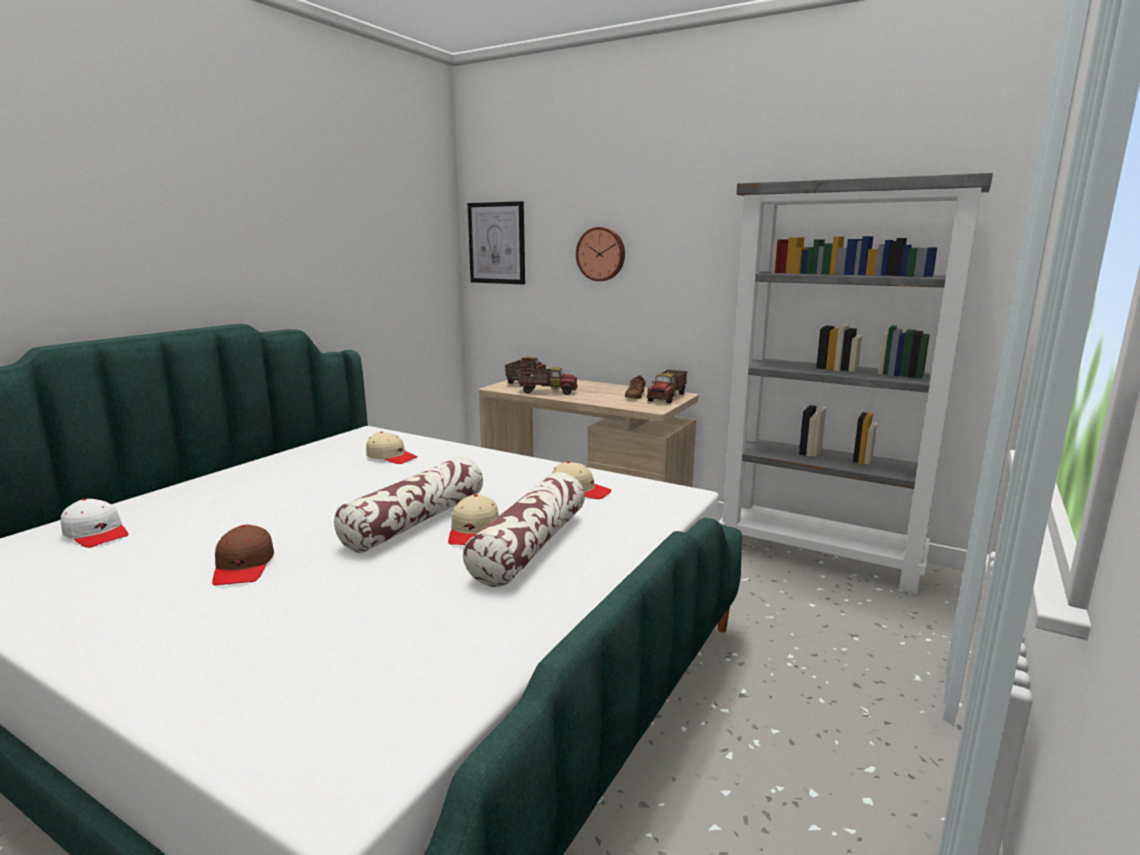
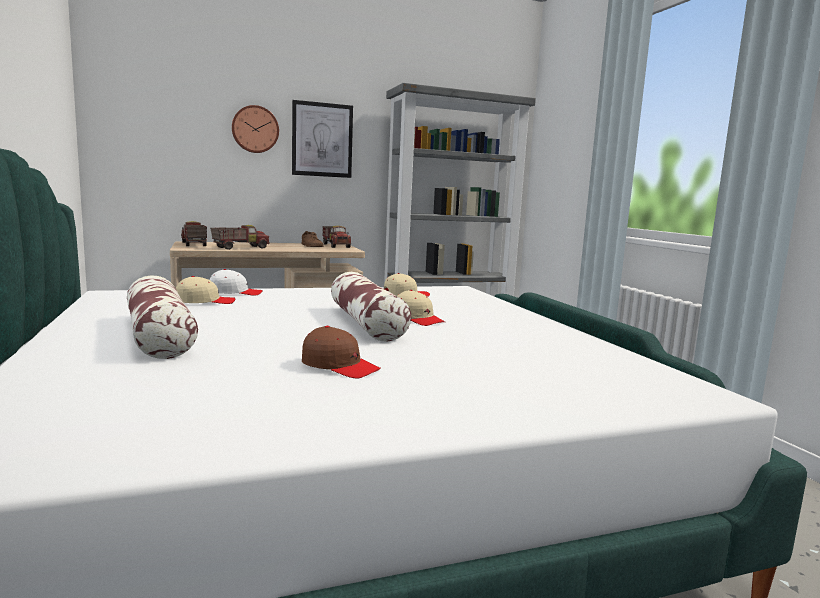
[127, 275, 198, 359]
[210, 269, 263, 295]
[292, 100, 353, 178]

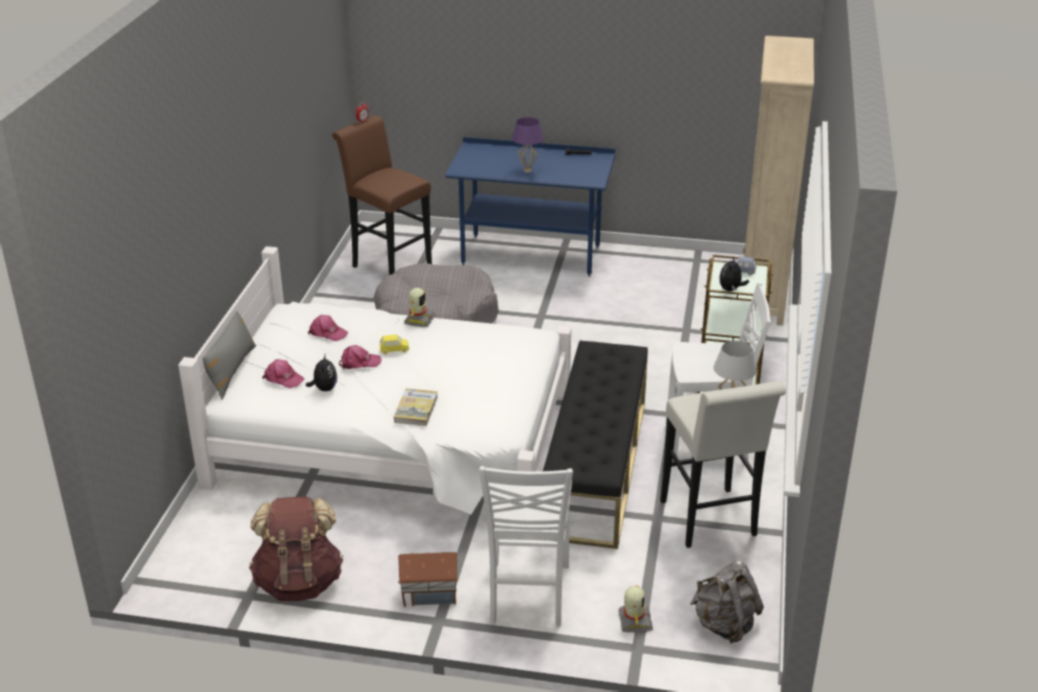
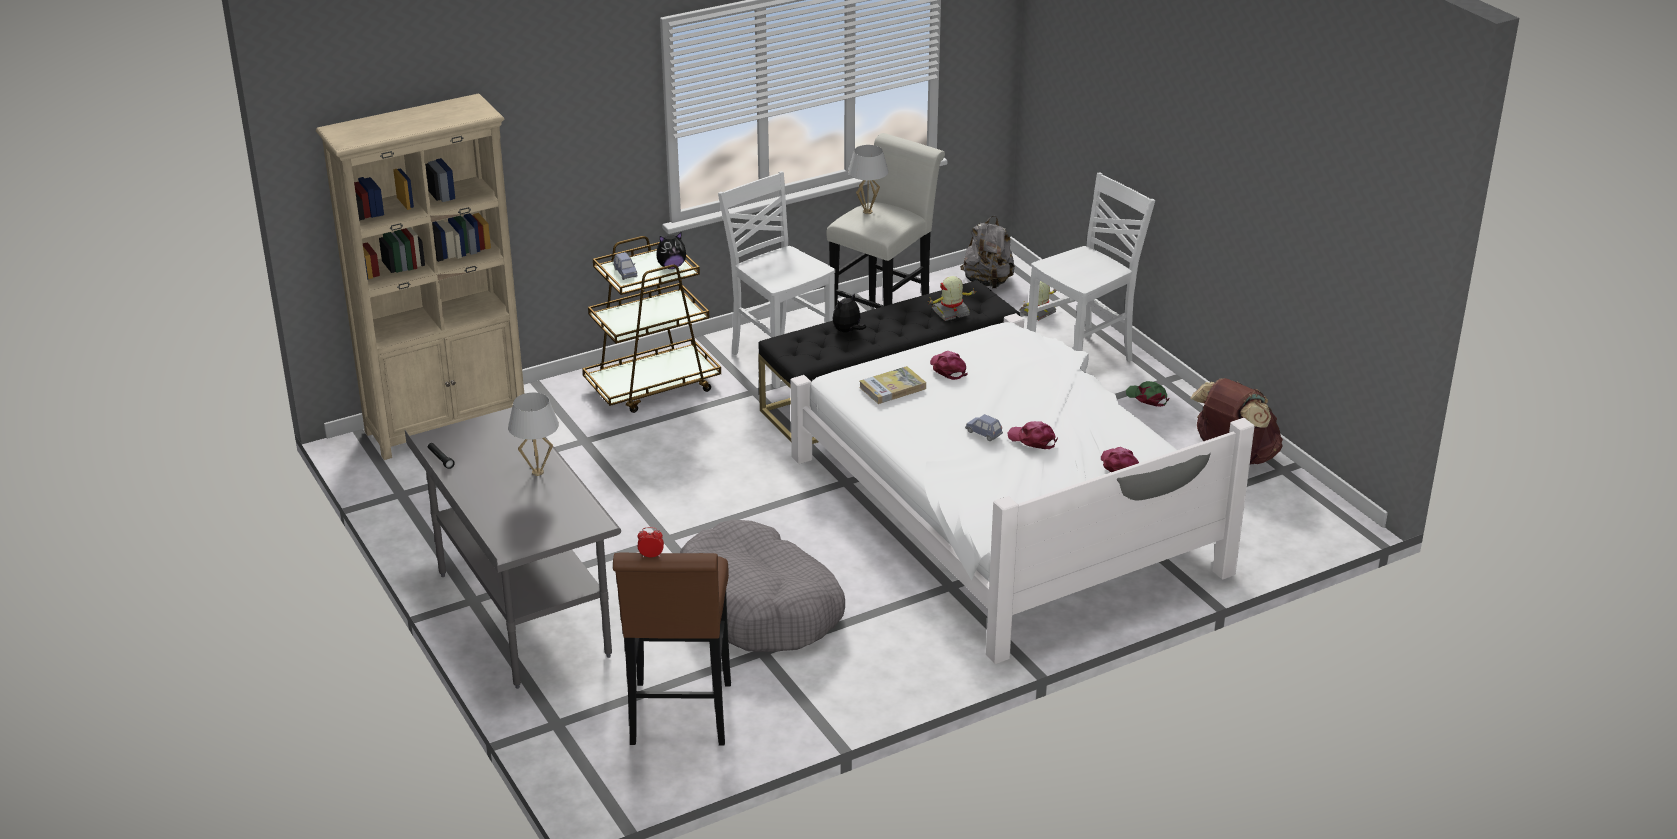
[405, 407, 621, 689]
[508, 392, 559, 476]
[833, 294, 866, 333]
[859, 366, 926, 404]
[928, 276, 975, 321]
[930, 351, 968, 380]
[965, 414, 1003, 441]
[1126, 381, 1170, 407]

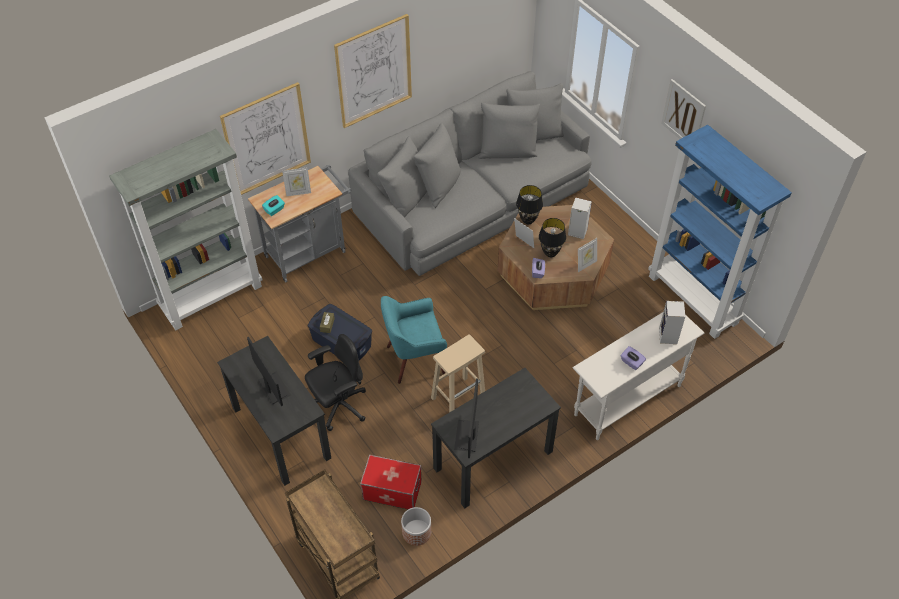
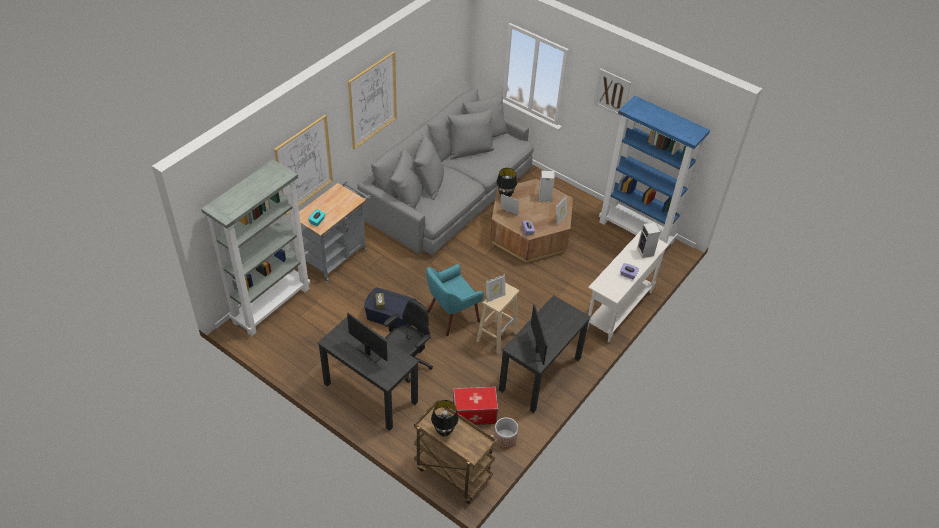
[431, 400, 459, 437]
[486, 274, 505, 302]

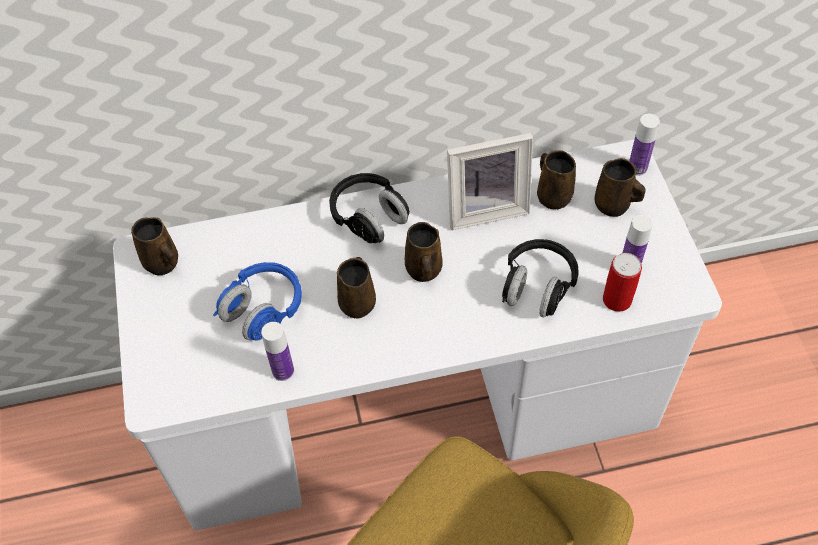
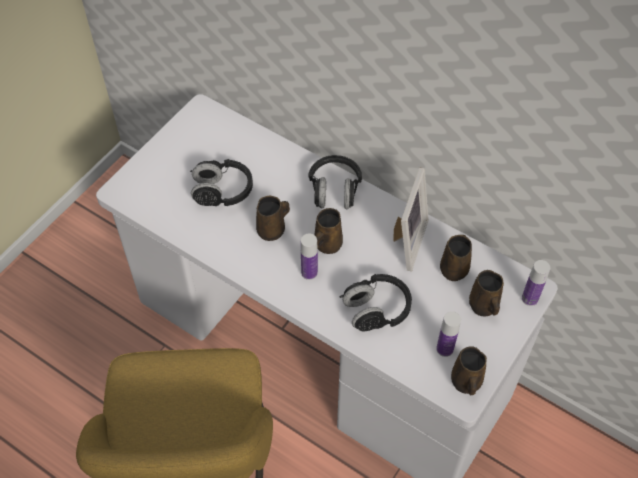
[190, 159, 253, 206]
[301, 233, 318, 280]
[393, 167, 429, 271]
[451, 346, 487, 395]
[603, 253, 642, 312] (first image)

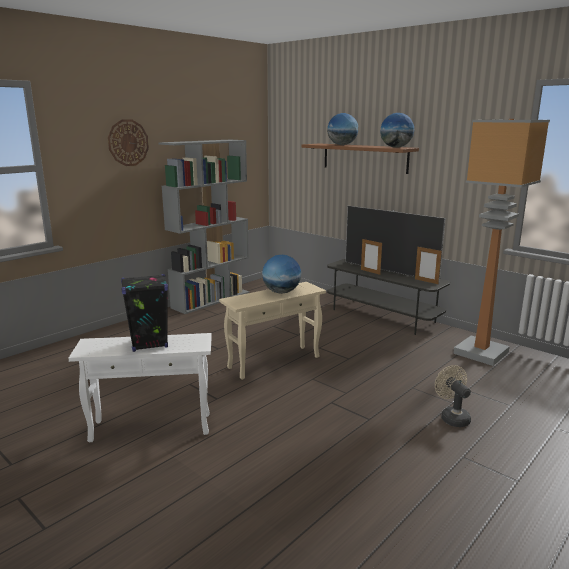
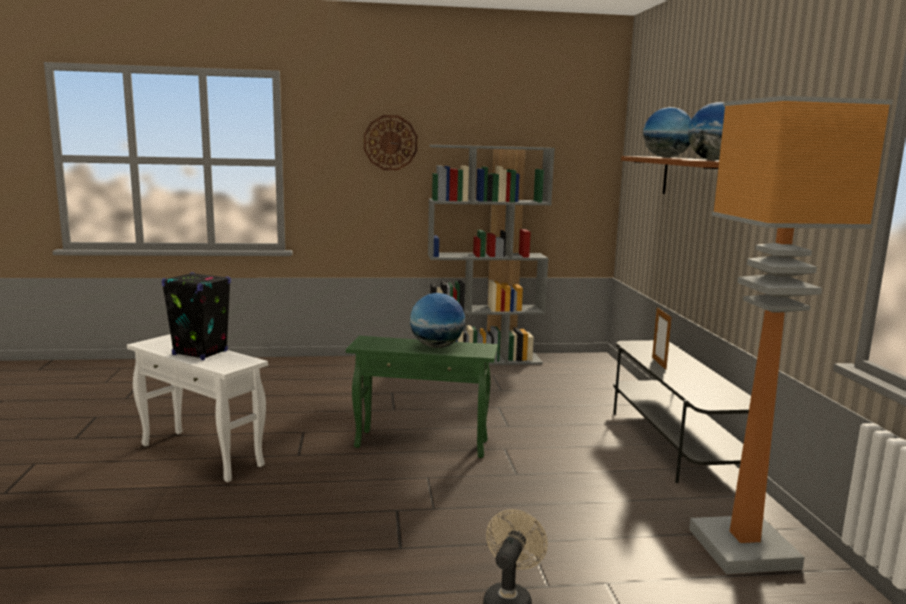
[346, 336, 498, 458]
[345, 206, 446, 281] (first image)
[415, 247, 442, 284] (first image)

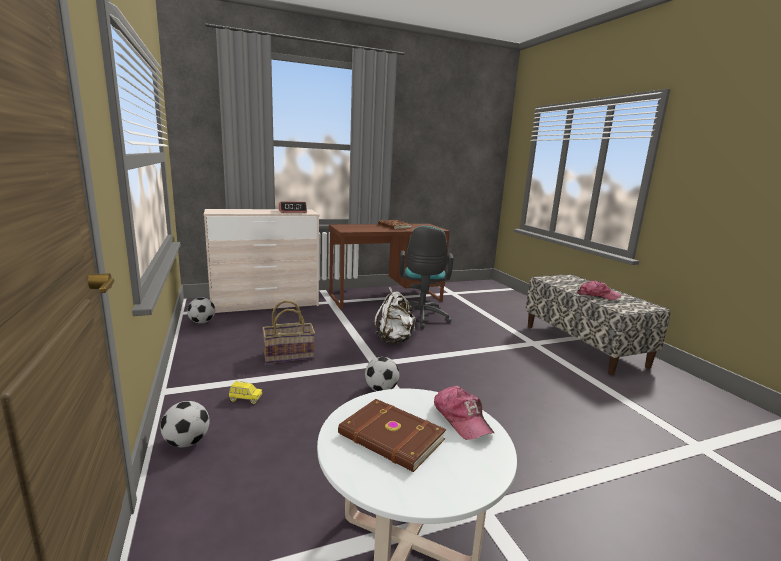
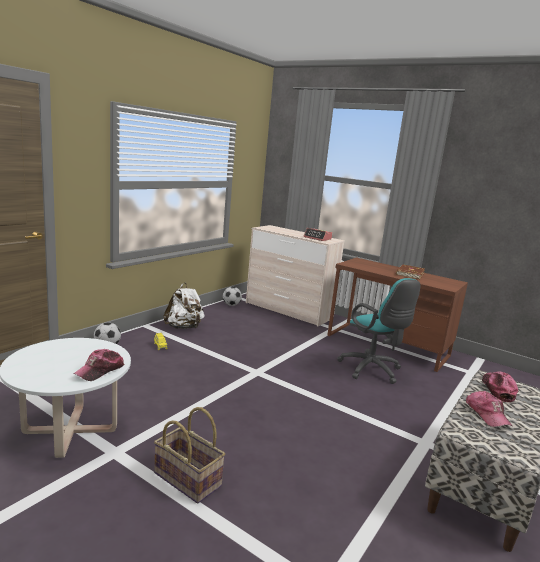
[154, 407, 225, 504]
[164, 283, 205, 329]
[337, 278, 420, 384]
[482, 371, 518, 402]
[338, 399, 446, 472] (first image)
[365, 357, 400, 391] (first image)

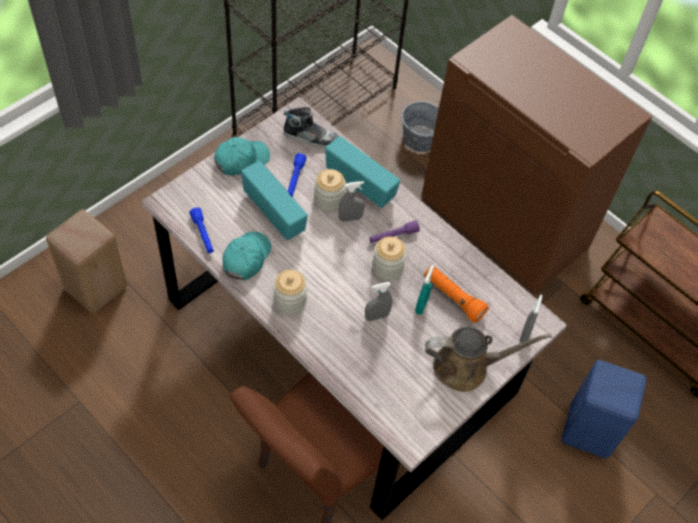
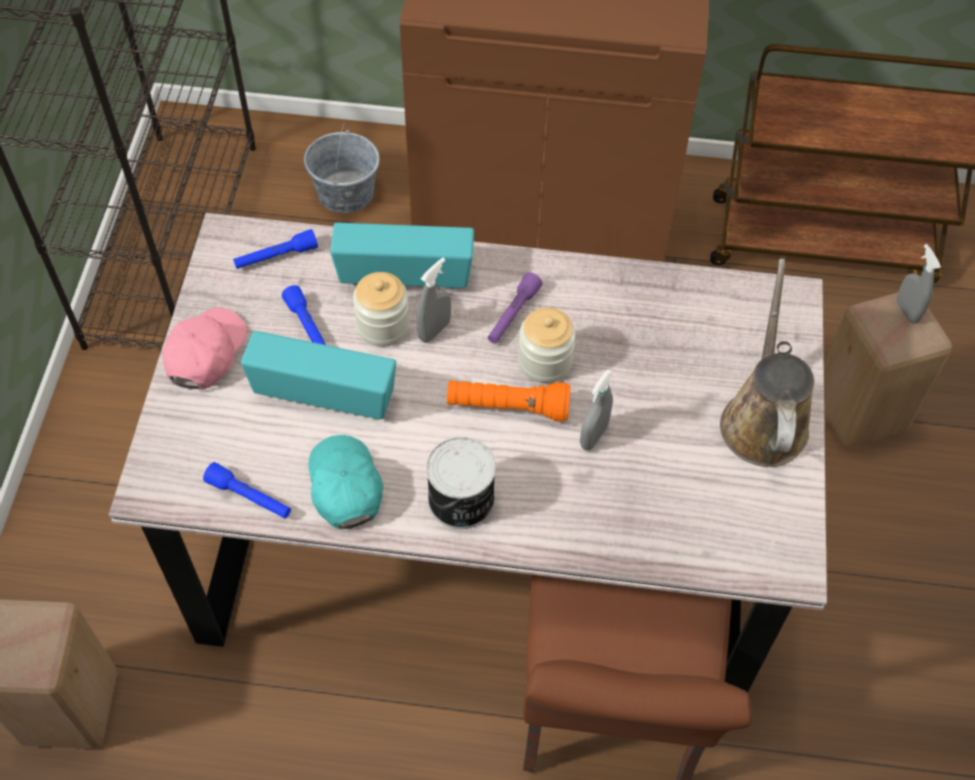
[162, 308, 247, 390]
[233, 229, 318, 269]
[426, 437, 496, 529]
[447, 380, 570, 422]
[720, 259, 814, 467]
[824, 293, 952, 448]
[896, 244, 941, 323]
[415, 265, 434, 315] (first image)

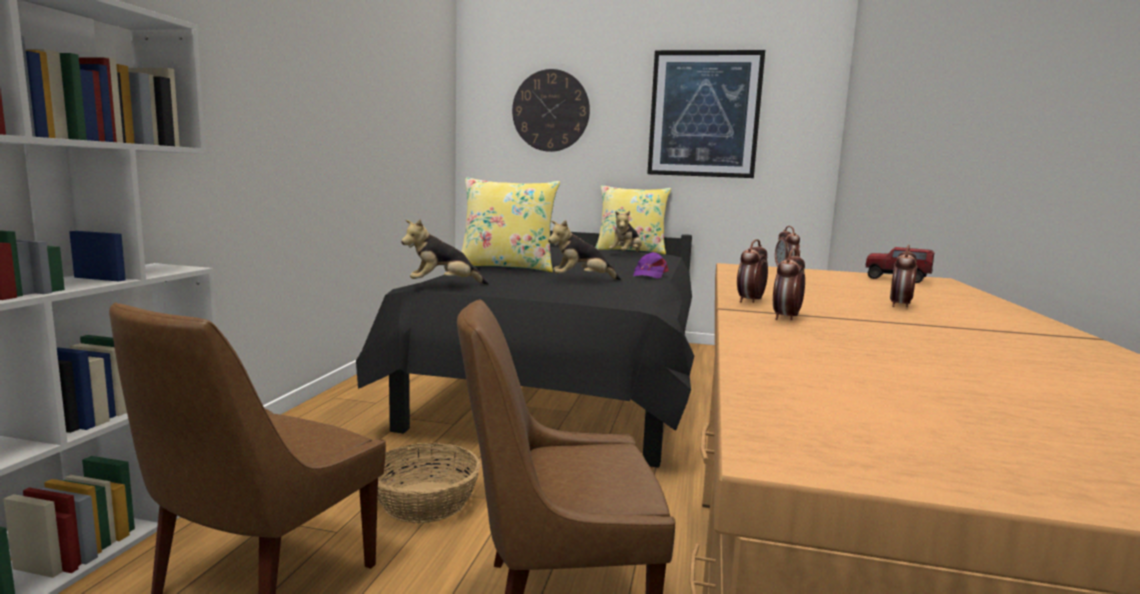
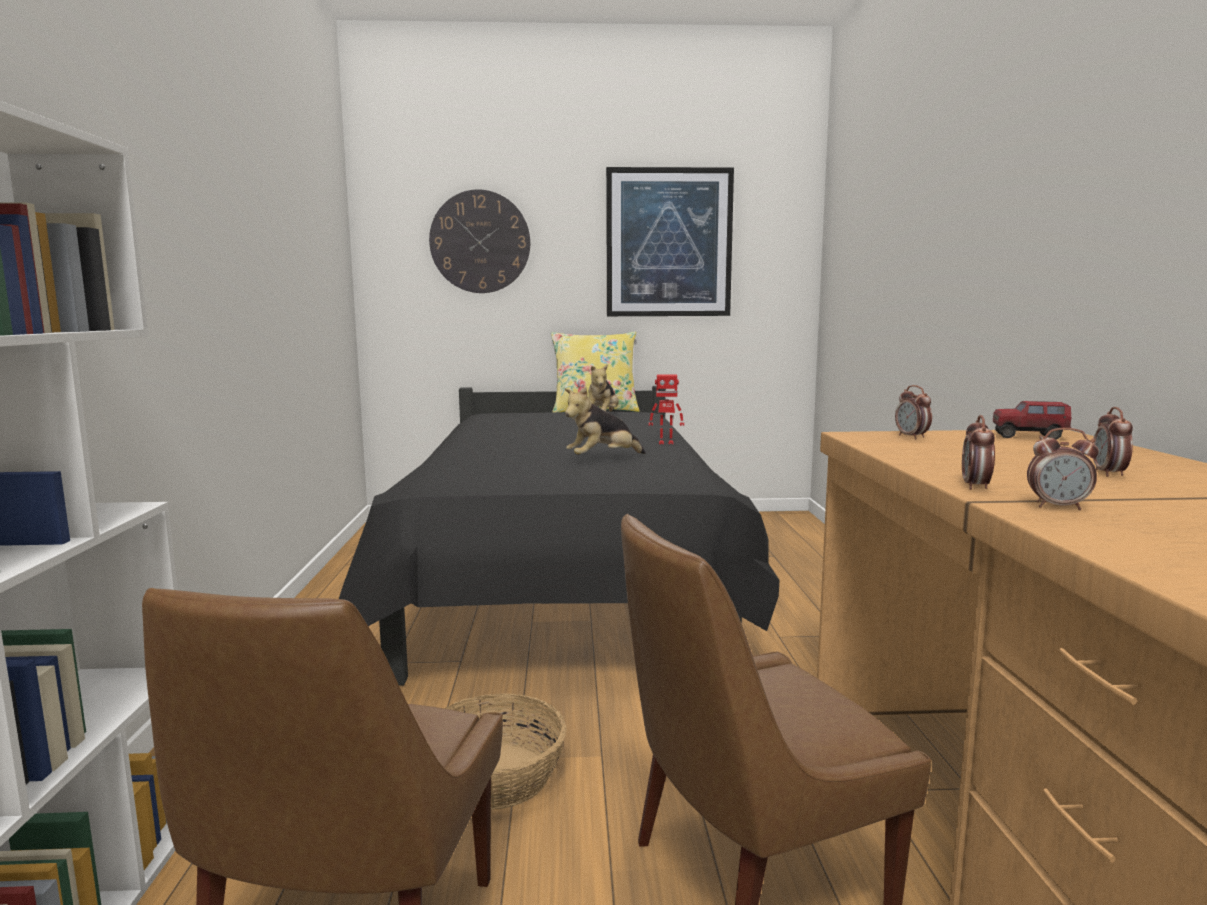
[649, 375, 684, 444]
[1027, 428, 1099, 510]
[401, 219, 489, 285] (first image)
[461, 177, 560, 272] (first image)

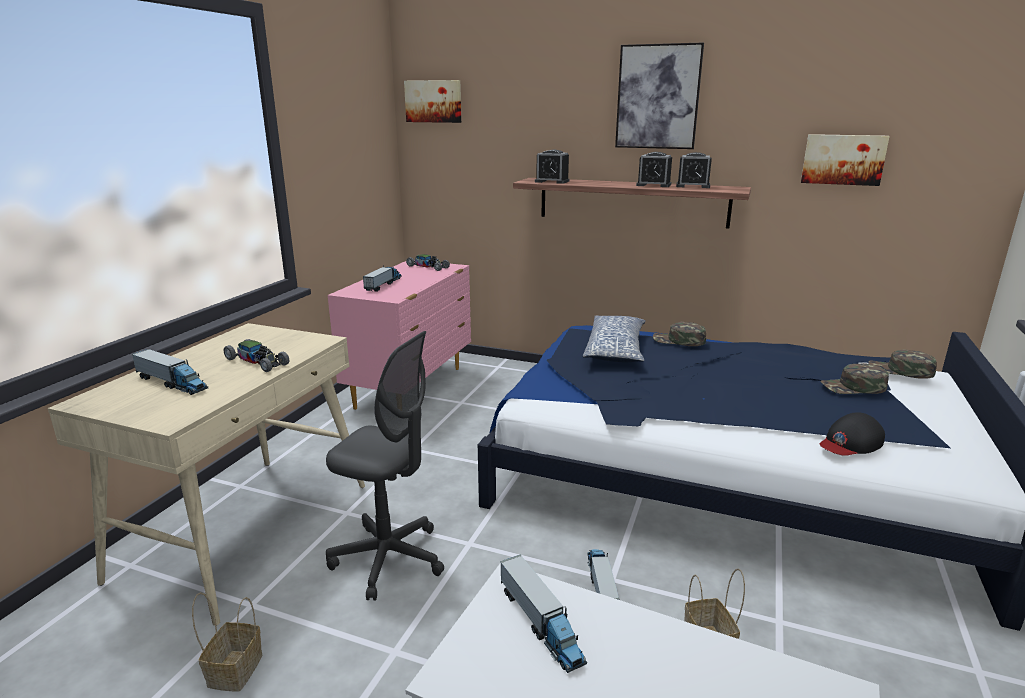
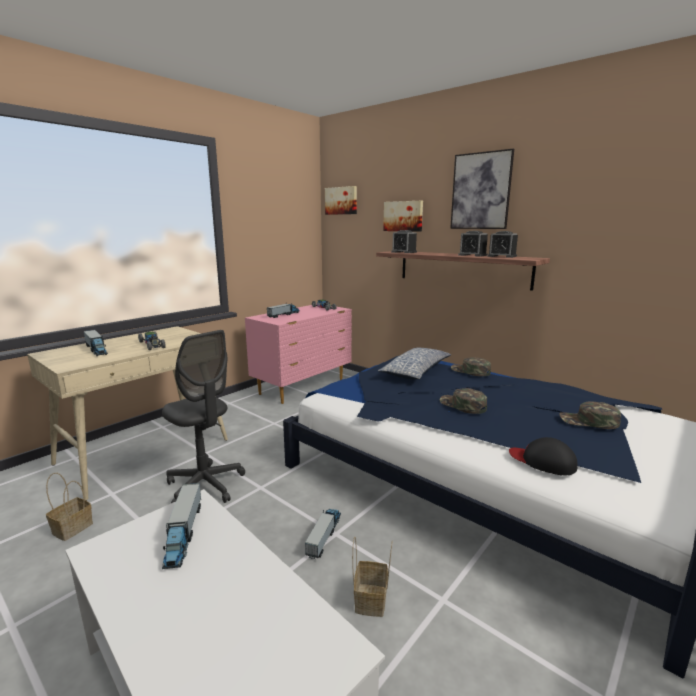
[383, 201, 423, 232]
[440, 388, 487, 414]
[509, 437, 577, 475]

